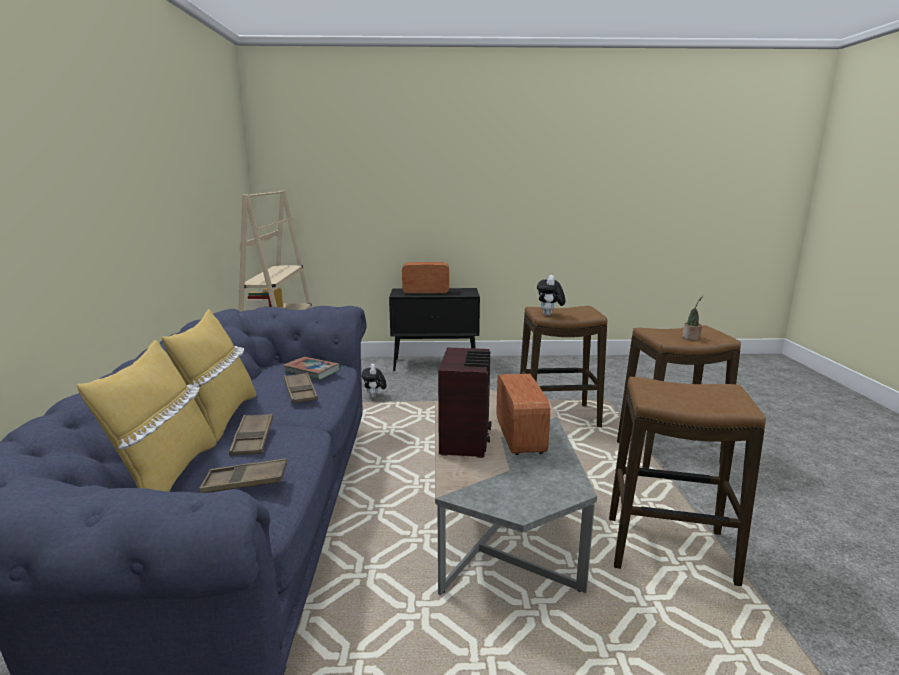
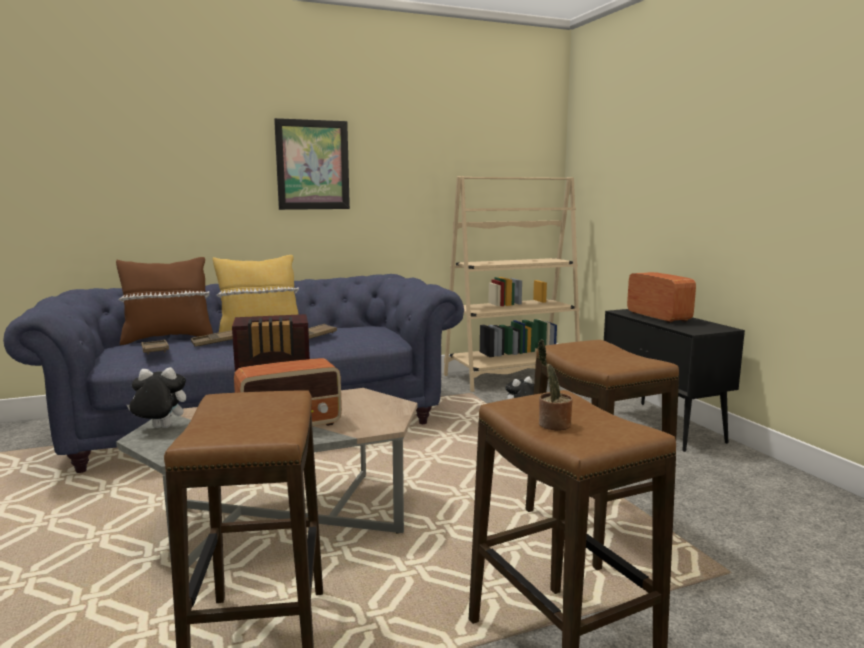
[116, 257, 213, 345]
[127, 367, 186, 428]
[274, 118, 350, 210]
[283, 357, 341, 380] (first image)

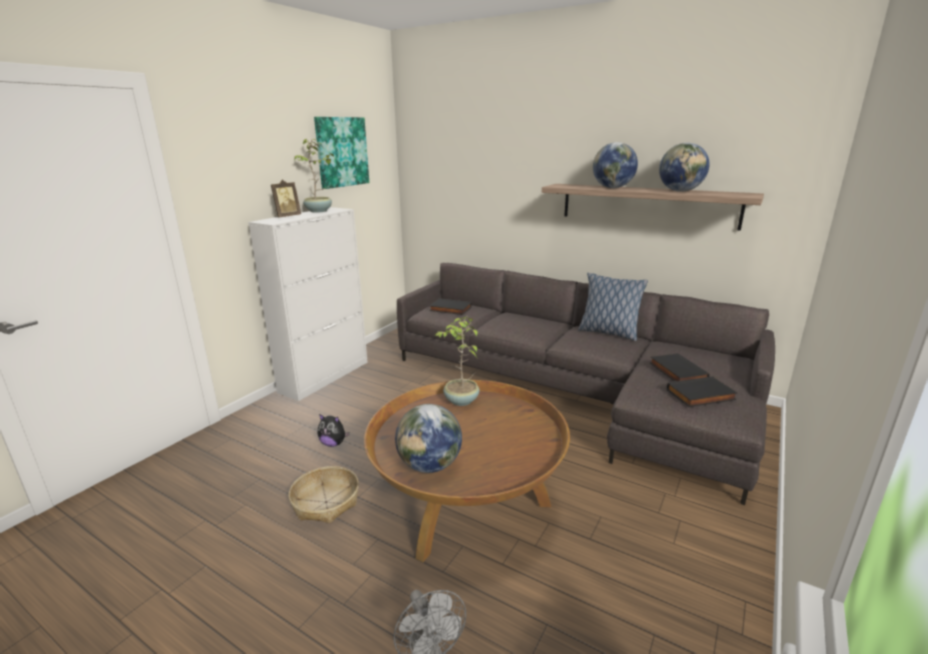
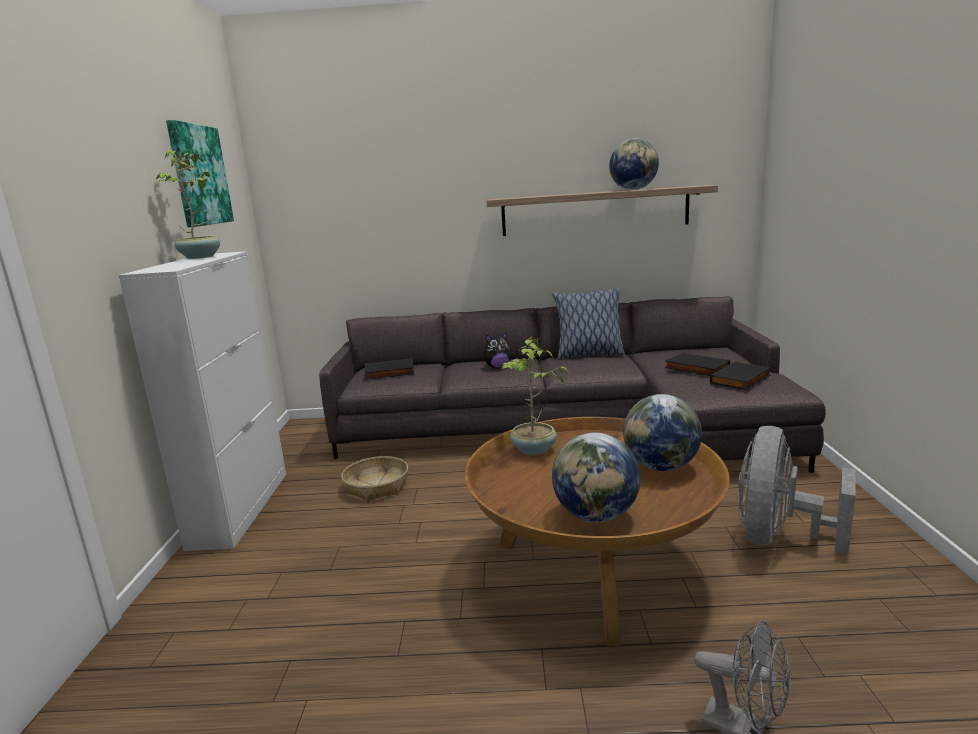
[341, 456, 408, 502]
[484, 332, 511, 368]
[623, 394, 702, 471]
[738, 426, 856, 553]
[271, 180, 301, 218] (first image)

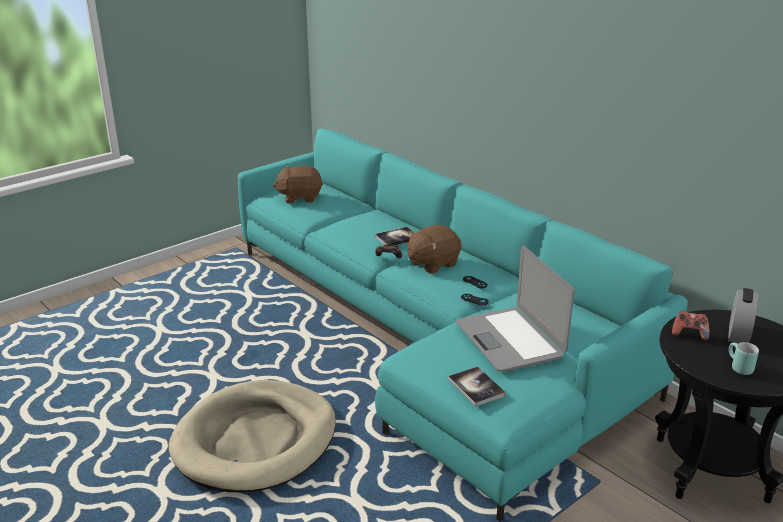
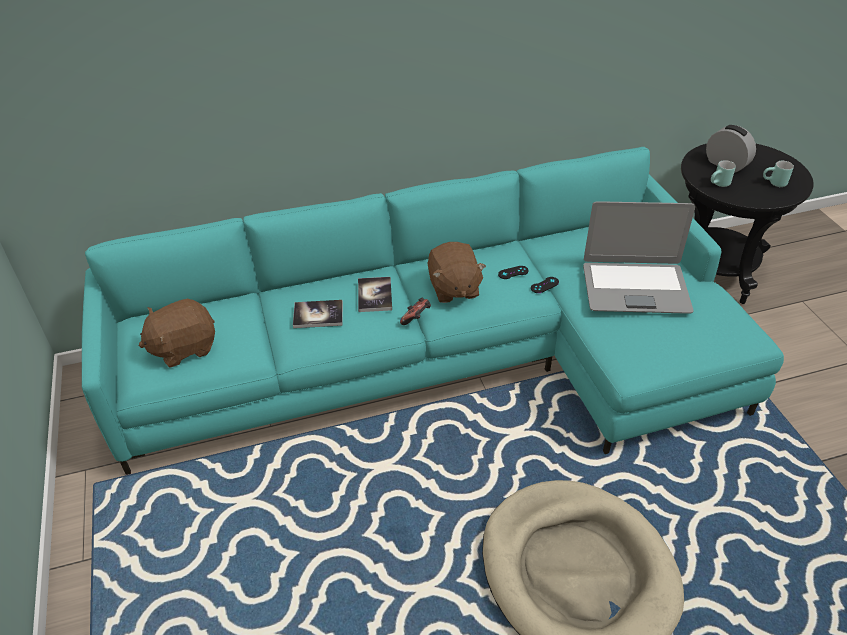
[139, 299, 215, 368]
[293, 300, 343, 328]
[711, 160, 736, 187]

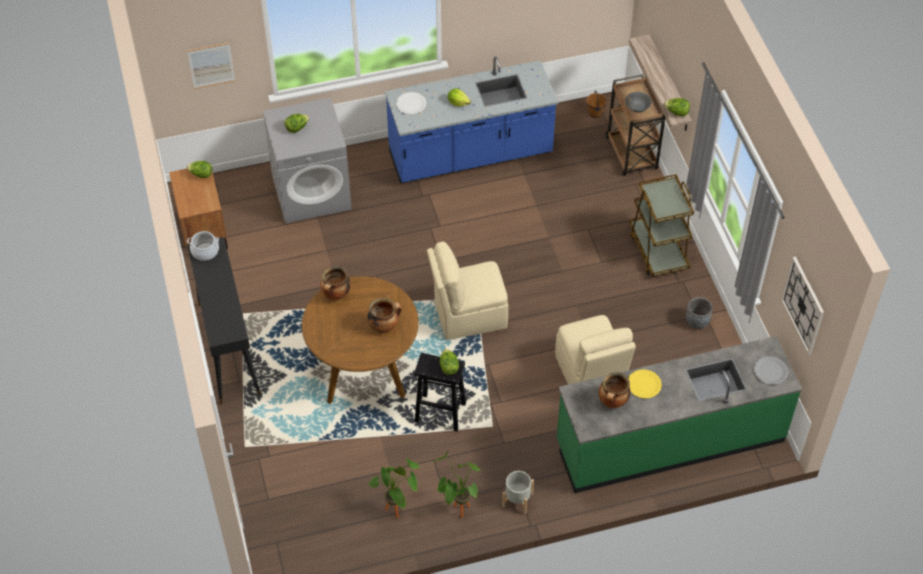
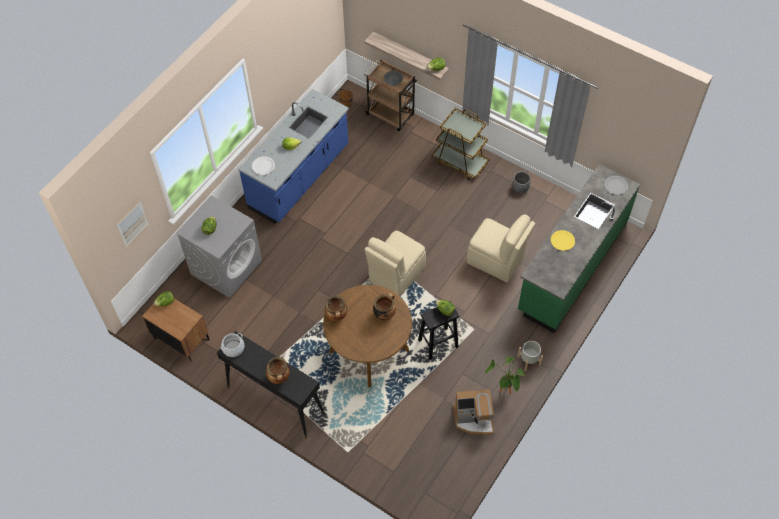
[266, 357, 290, 384]
[453, 390, 494, 435]
[781, 257, 824, 355] (first image)

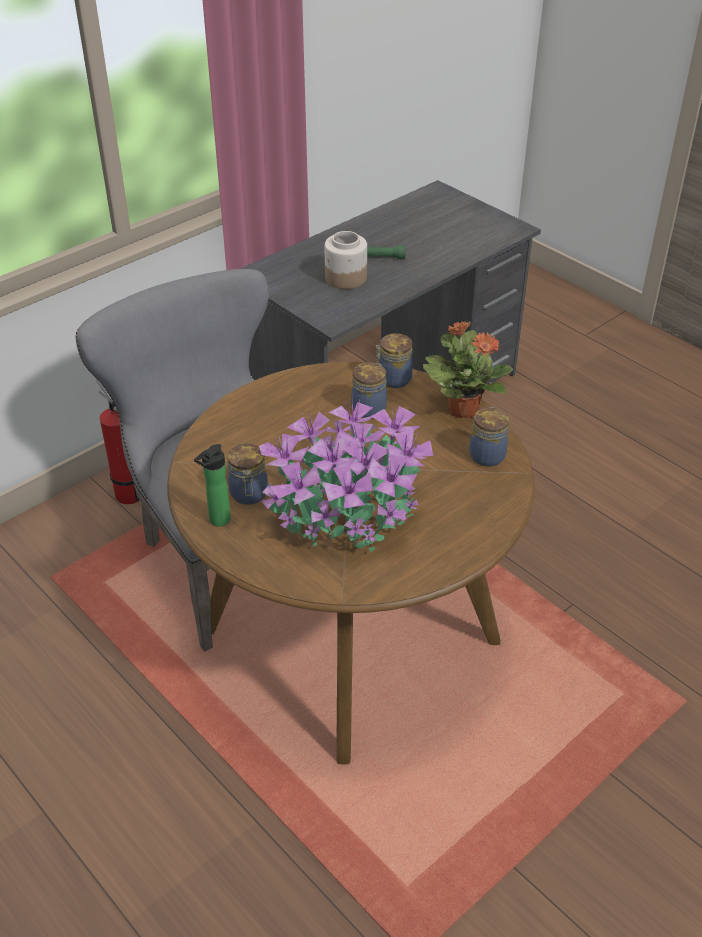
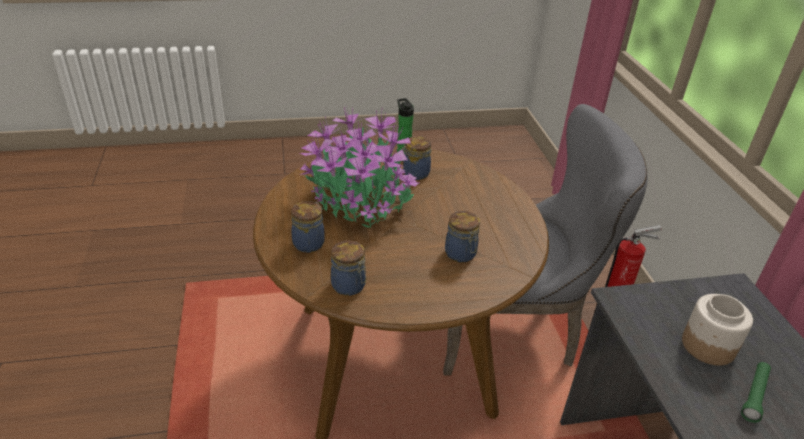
[291, 201, 325, 253]
[423, 321, 513, 418] (first image)

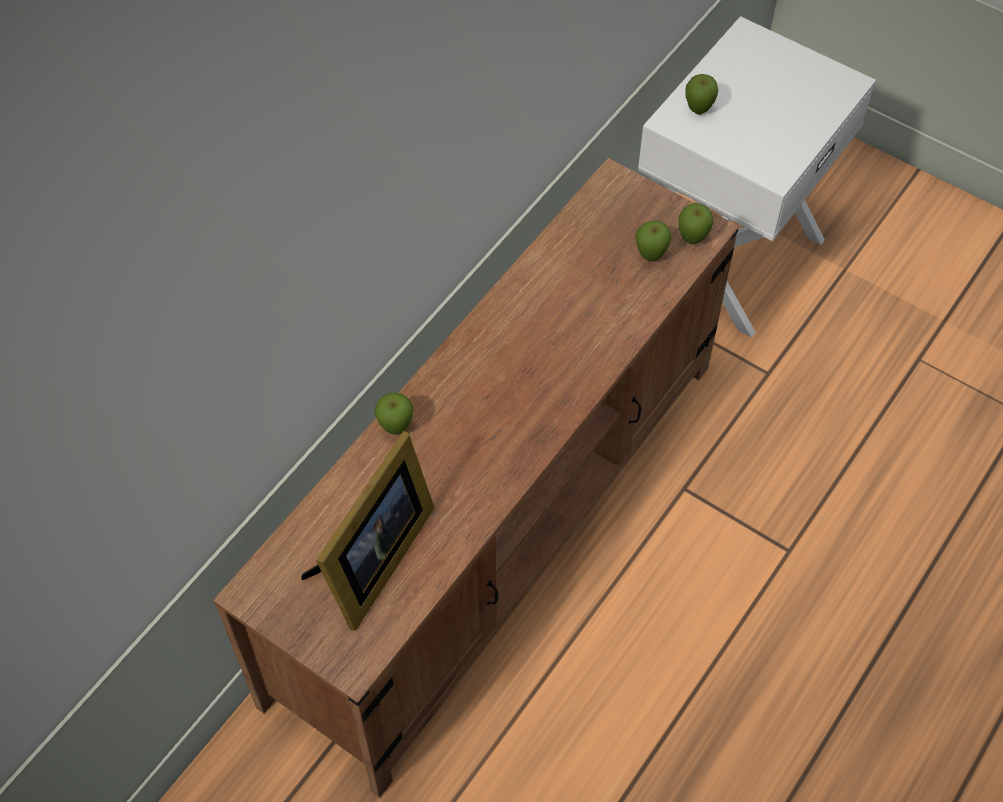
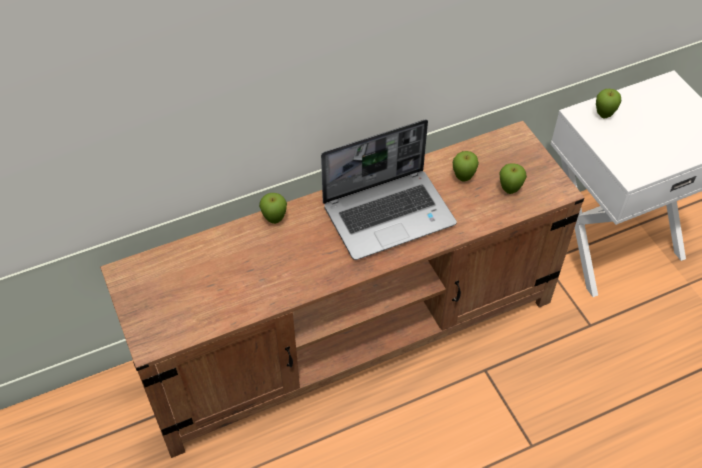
[321, 119, 457, 260]
[453, 151, 479, 182]
[301, 431, 435, 631] (first image)

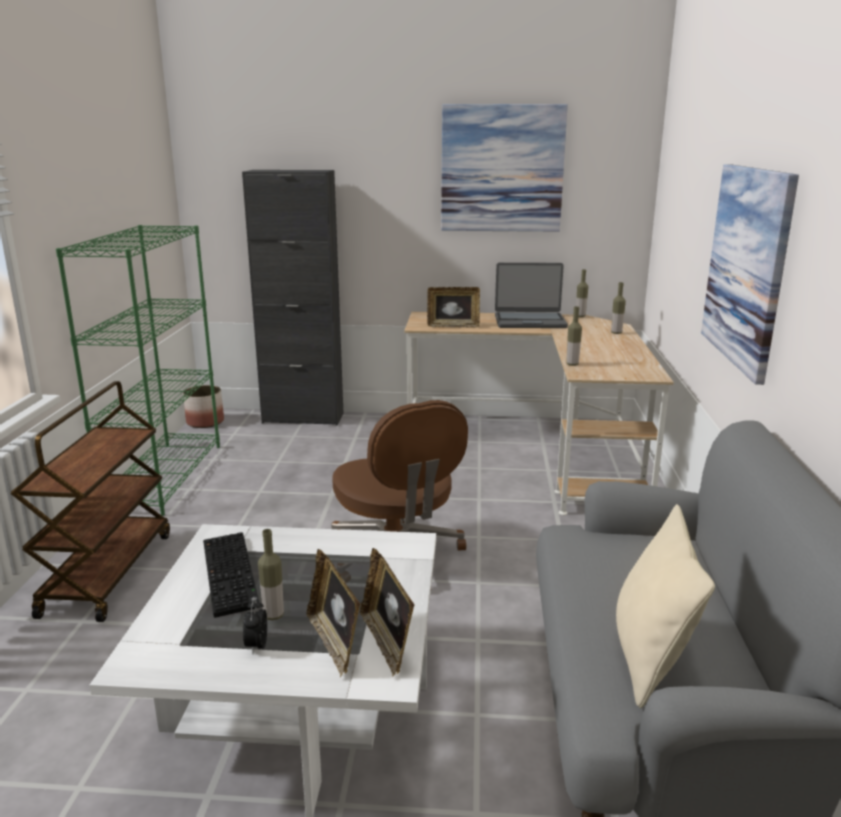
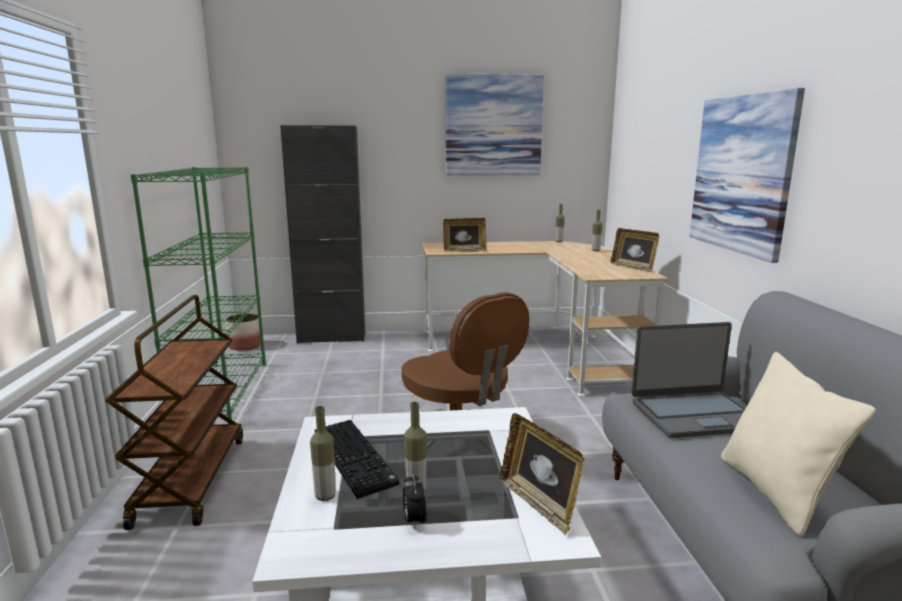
[310, 406, 336, 501]
[610, 228, 659, 272]
[632, 322, 746, 438]

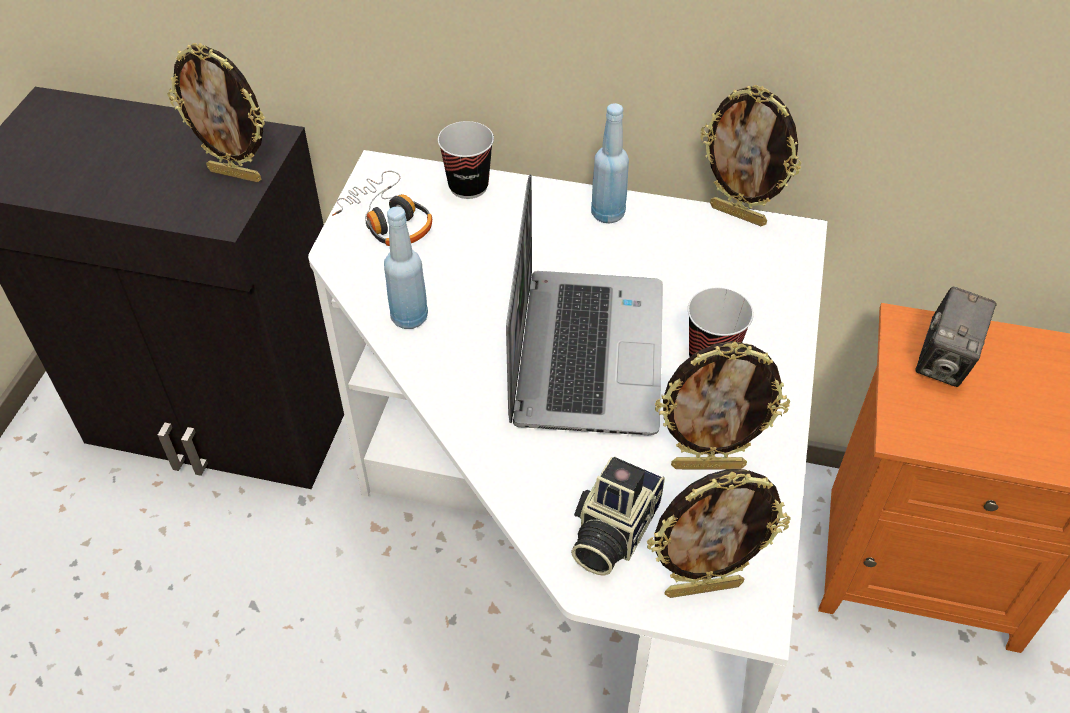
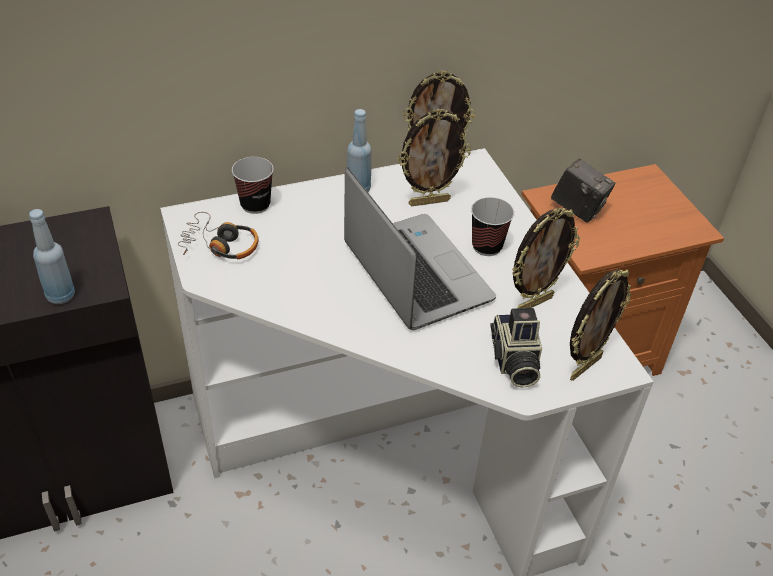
[29, 209, 75, 304]
[397, 108, 471, 206]
[551, 159, 615, 223]

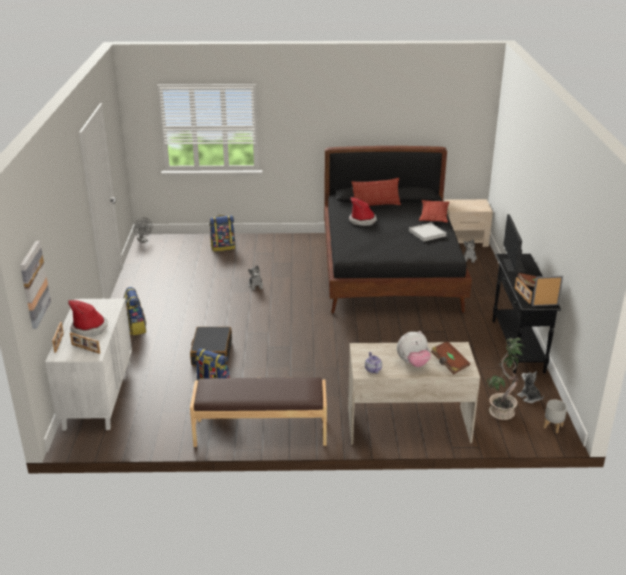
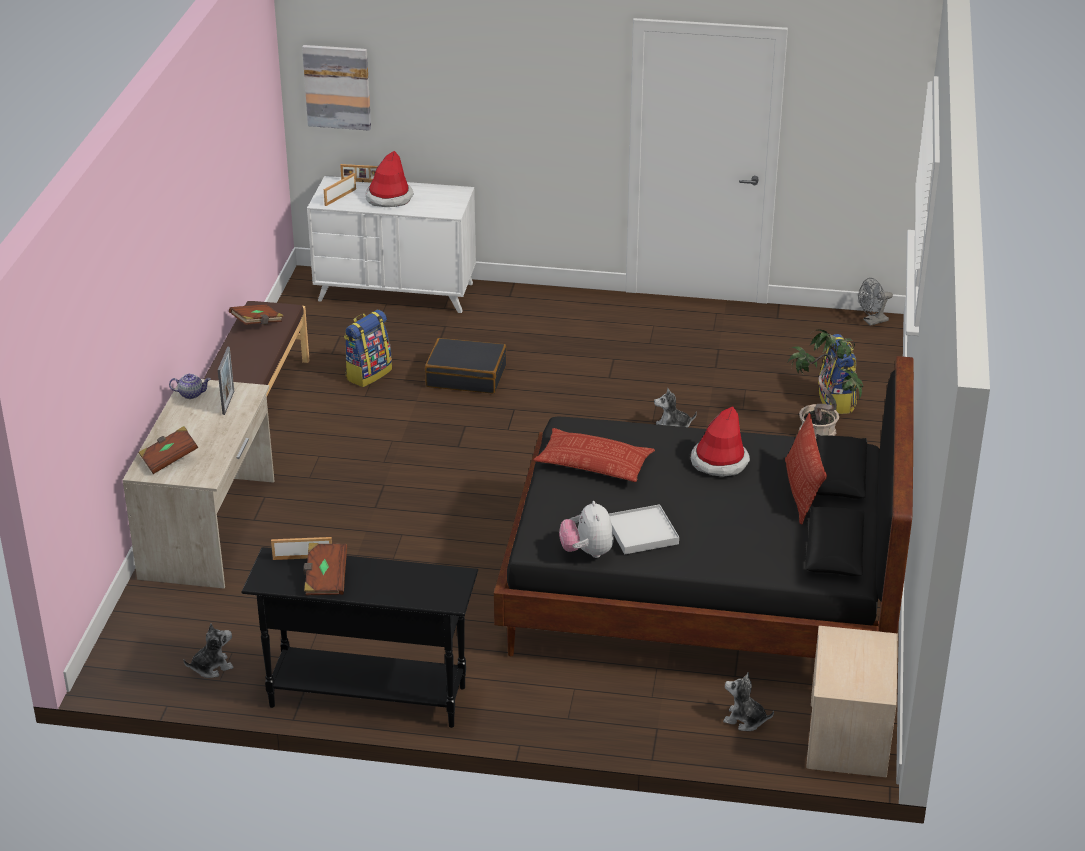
[218, 347, 234, 415]
[229, 305, 283, 325]
[534, 428, 655, 482]
[559, 501, 614, 558]
[788, 329, 863, 437]
[123, 287, 146, 335] (first image)
[503, 214, 526, 273] (first image)
[544, 399, 567, 433] (first image)

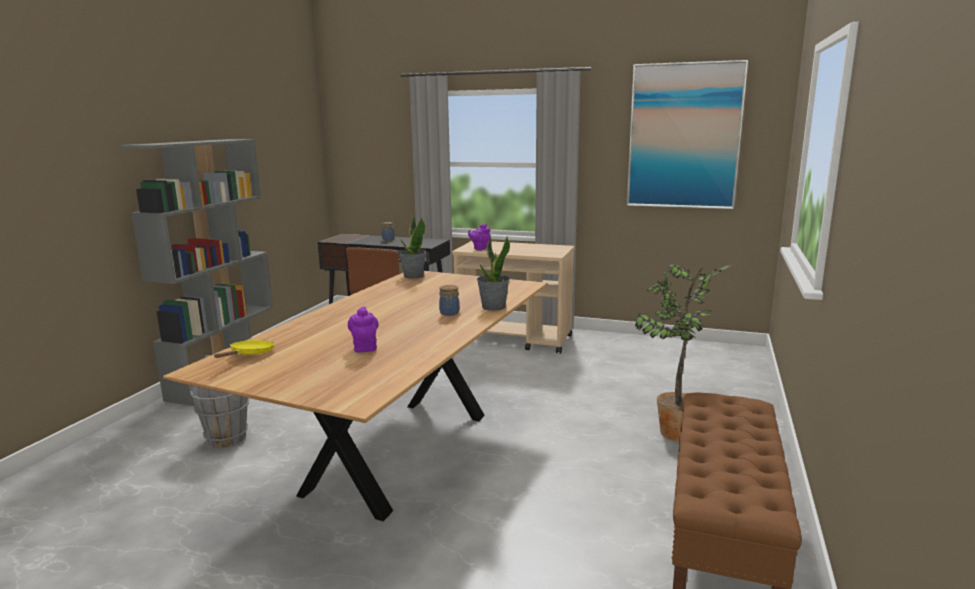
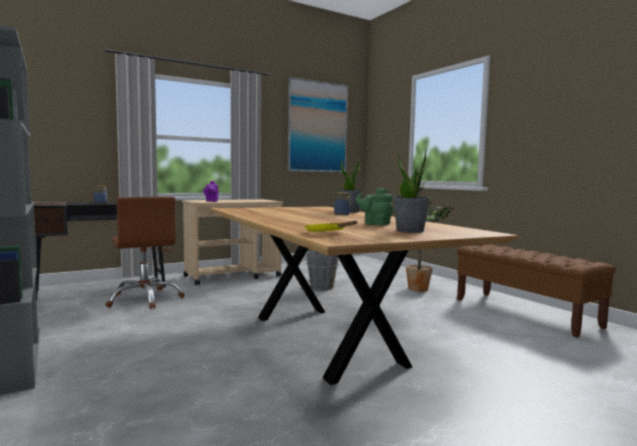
[306, 249, 339, 290]
[356, 188, 393, 226]
[393, 149, 430, 233]

